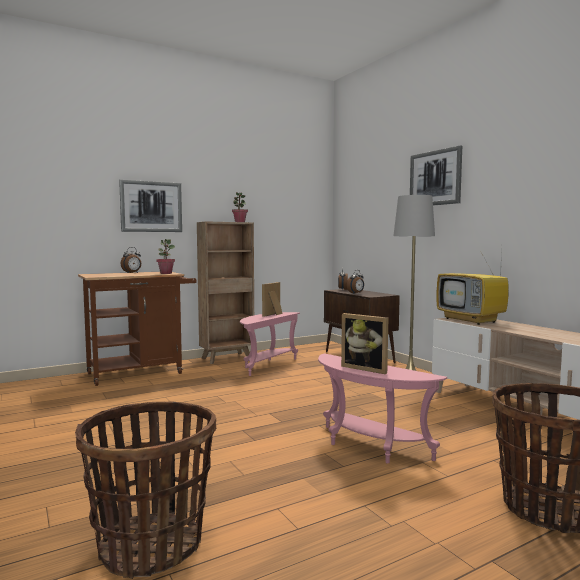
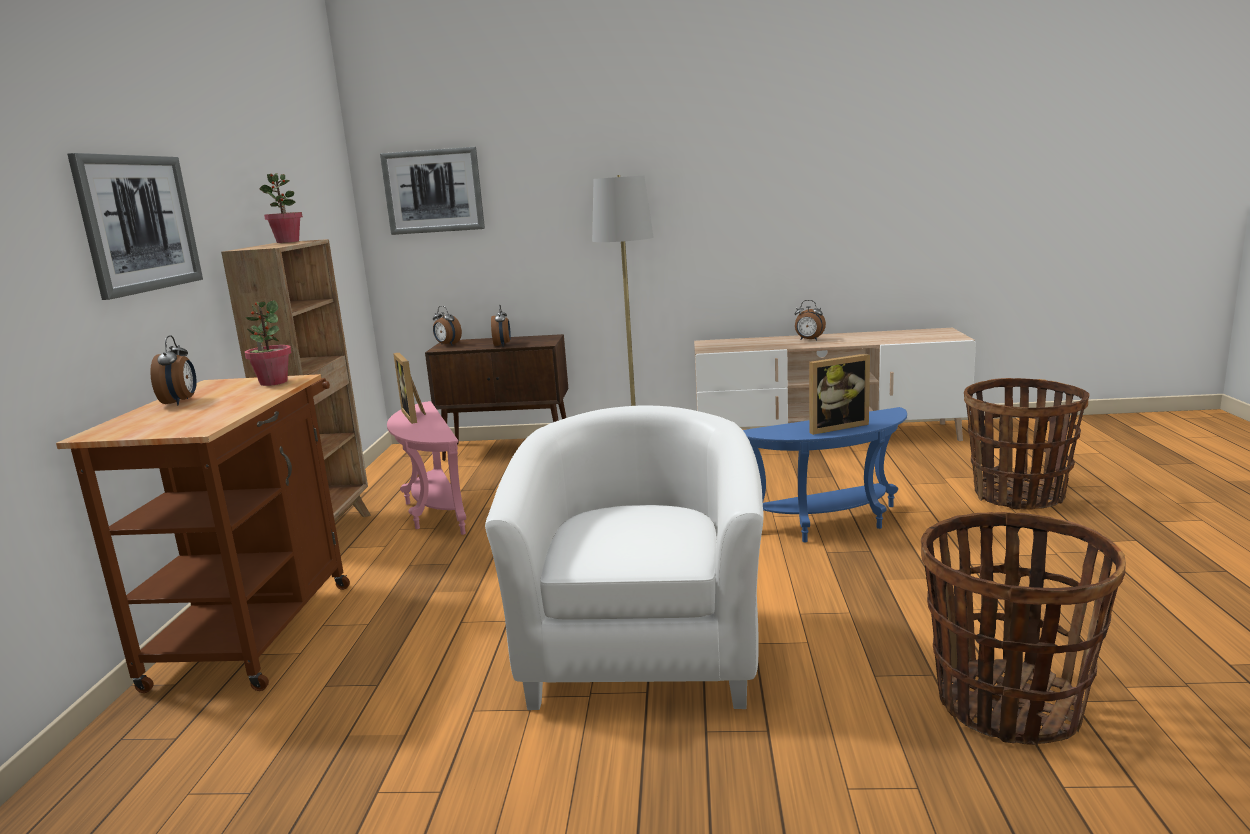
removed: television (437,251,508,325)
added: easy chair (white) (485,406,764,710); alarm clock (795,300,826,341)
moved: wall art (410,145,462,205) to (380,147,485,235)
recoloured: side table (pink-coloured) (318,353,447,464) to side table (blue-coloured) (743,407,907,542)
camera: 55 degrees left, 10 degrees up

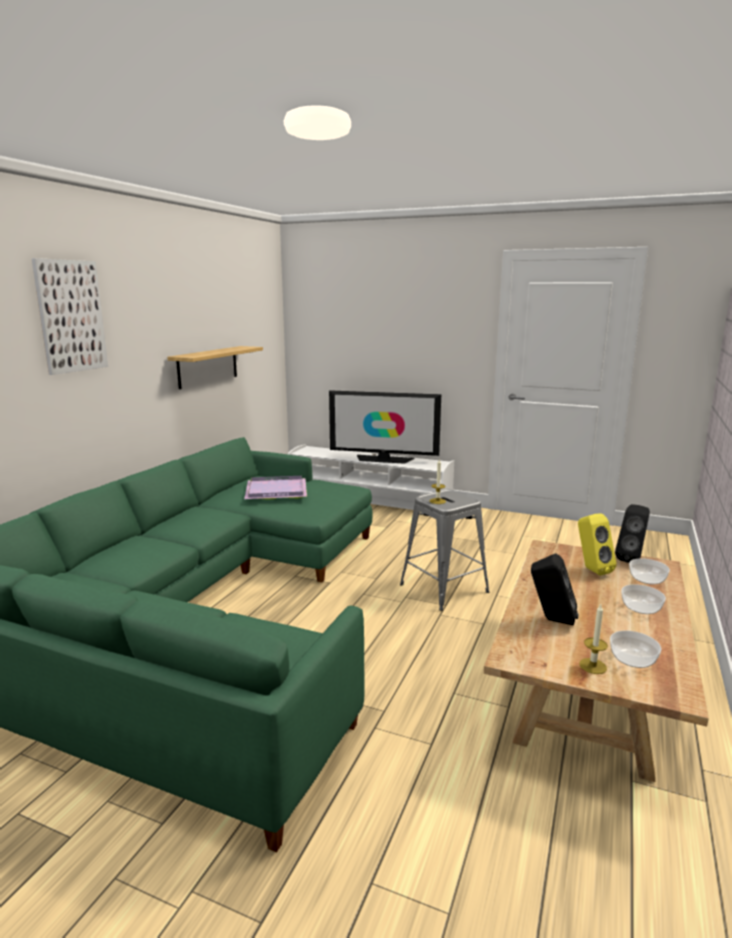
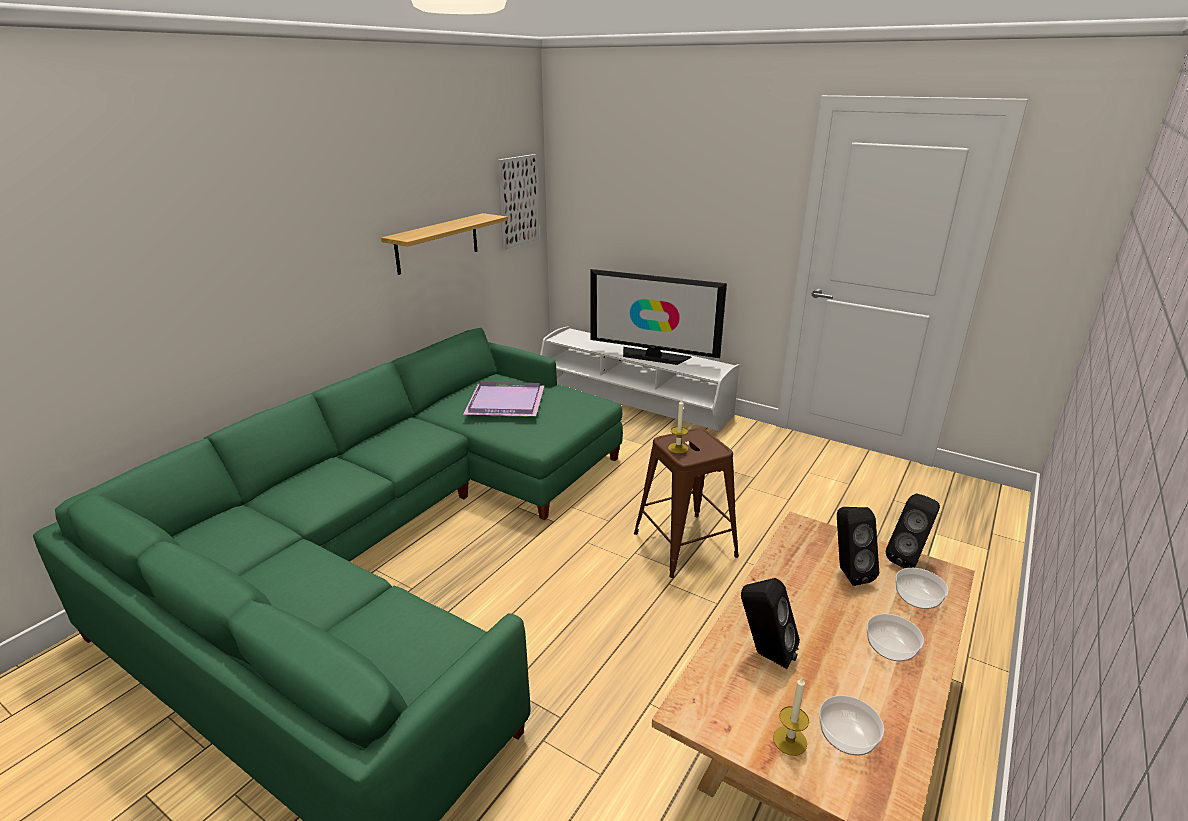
moved: wall art (31,258,108,375) to (498,154,539,250)
recoloured: stool (greyish) (400,489,489,611) to stool (brown-coloured) (634,428,739,578); loudspeaker (yellow) (578,513,617,576) to loudspeaker (blackish) (837,507,879,586)
camera: 10 degrees right, 10 degrees up

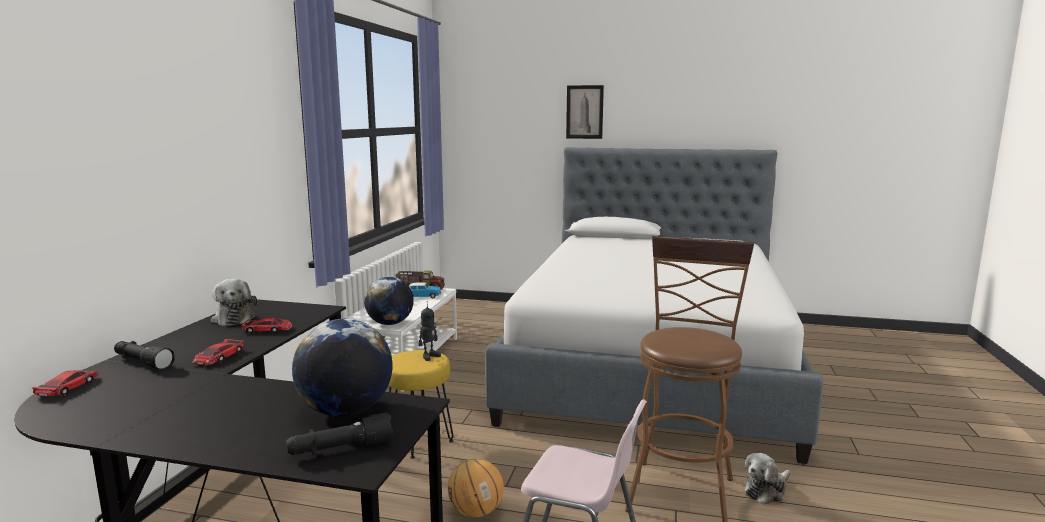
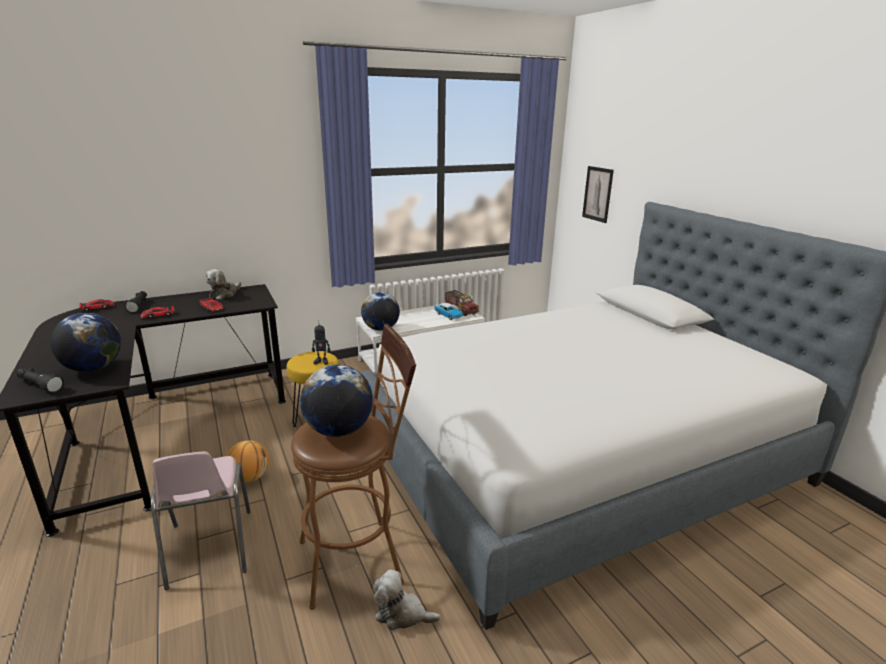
added: globe (300,365,373,437)
moved: wall art (566,85,604,139) to (582,166,614,223)
camera: 50 degrees right, 10 degrees up

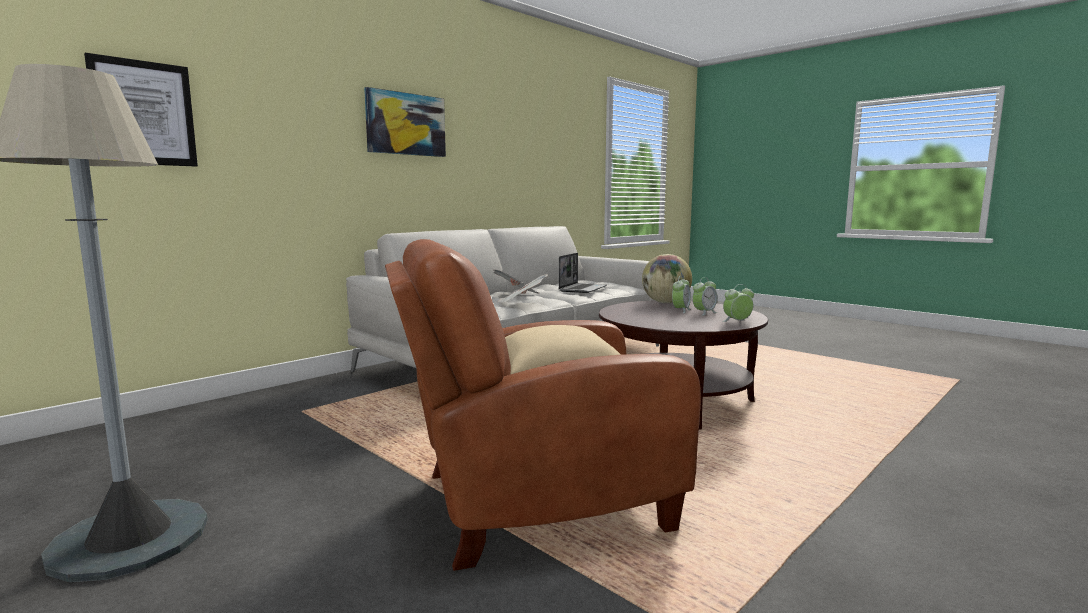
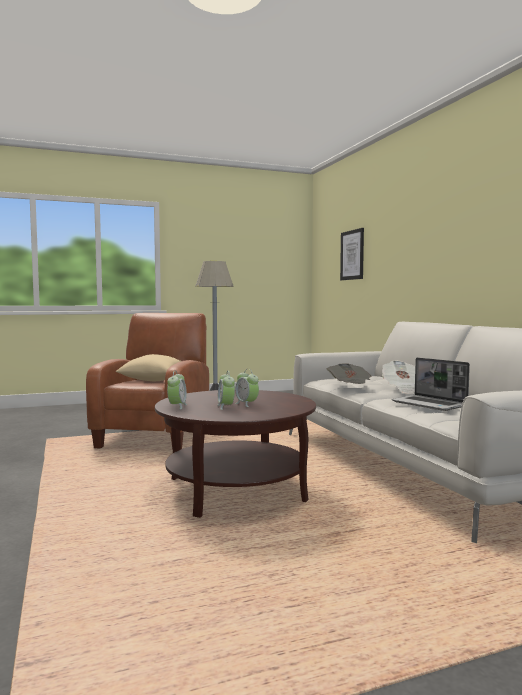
removed: wall art (364,87,446,157); globe (642,254,692,303)
camera: 115 degrees right, 5 degrees down

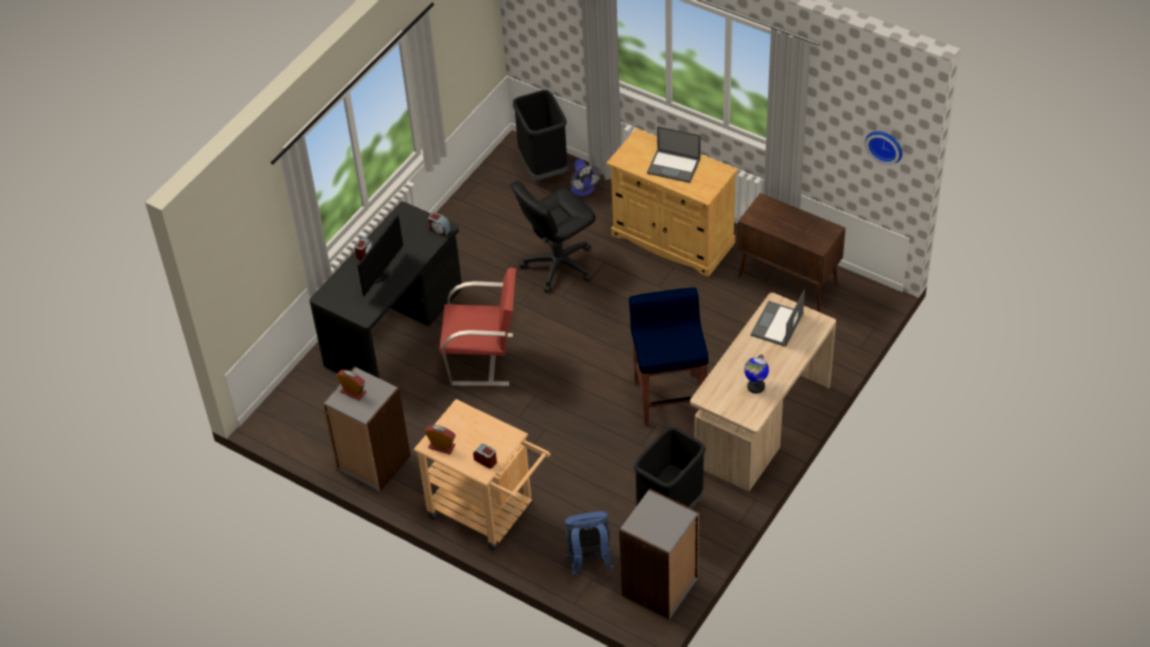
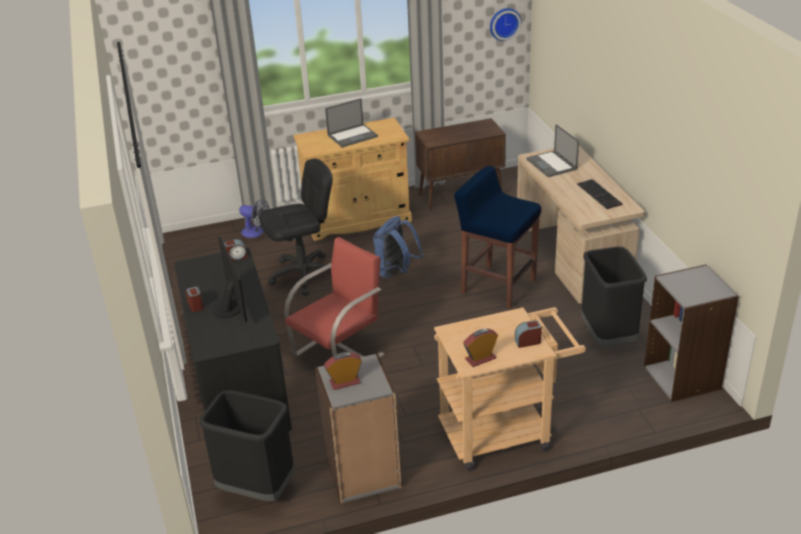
moved: rubbish bin (blackish) (513,90,568,180) to (199,390,294,501); rucksack (blue-coloured) (565,511,614,576) to (373,216,424,278)
replaced: globe (744,354,769,394) to computer keyboard (577,179,623,209)
turned: office chair (blackish) (511,180,596,293) = (260,159,333,296) 120 degrees counterclockwise
camera: 50 degrees left, 15 degrees down

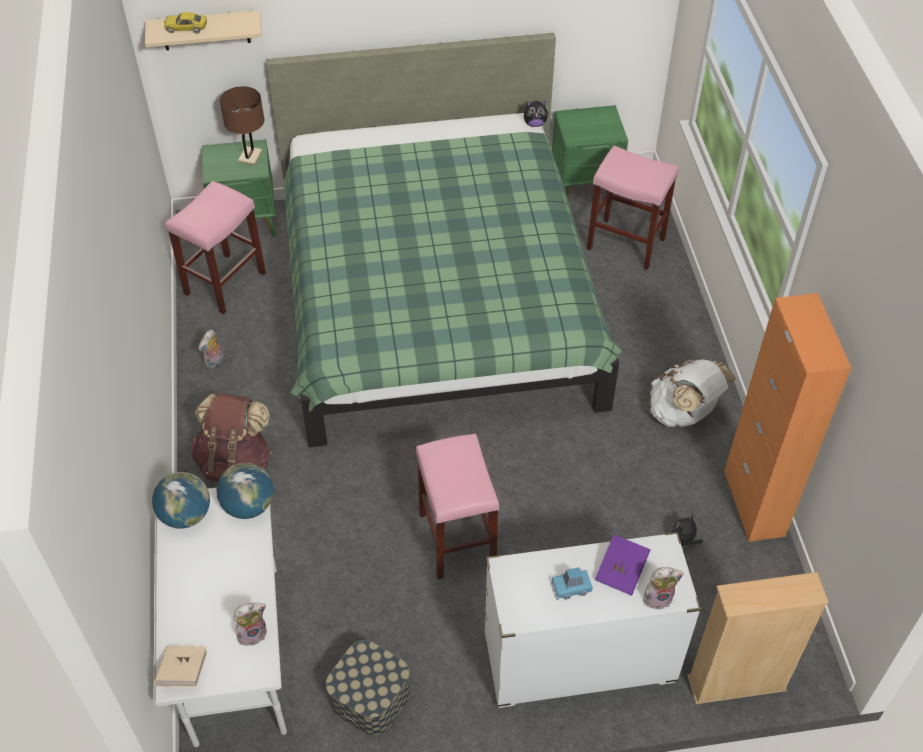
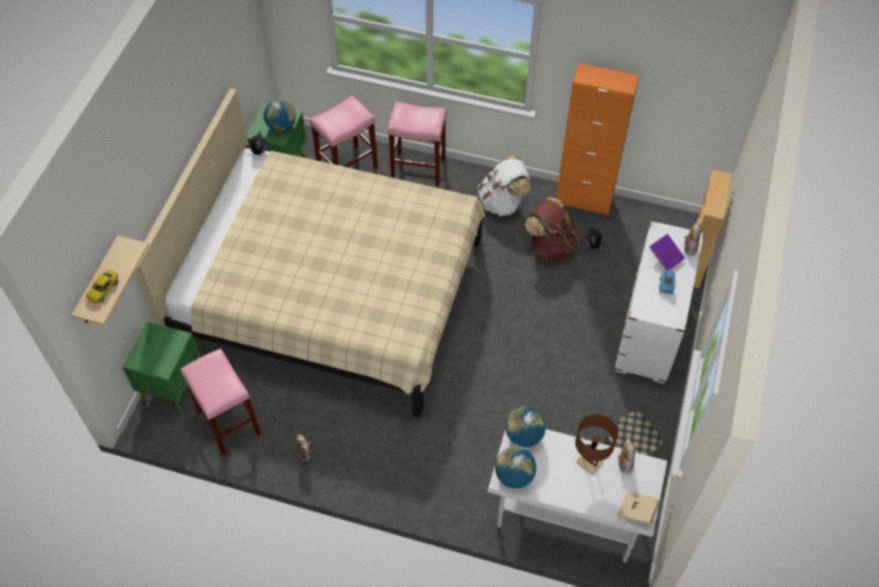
added: globe (264,99,296,132)
moved: rucksack (brown-coloured) (191,393,272,483) to (525,197,580,261); table lamp (brown-coloured) (220,86,264,165) to (575,414,618,475); stool (pink-coloured) (415,433,500,580) to (387,101,447,185)
recoloured: bed (greenish) (266,33,622,447) to bed (beige) (134,88,485,418)
camera: 65 degrees left, 5 degrees up

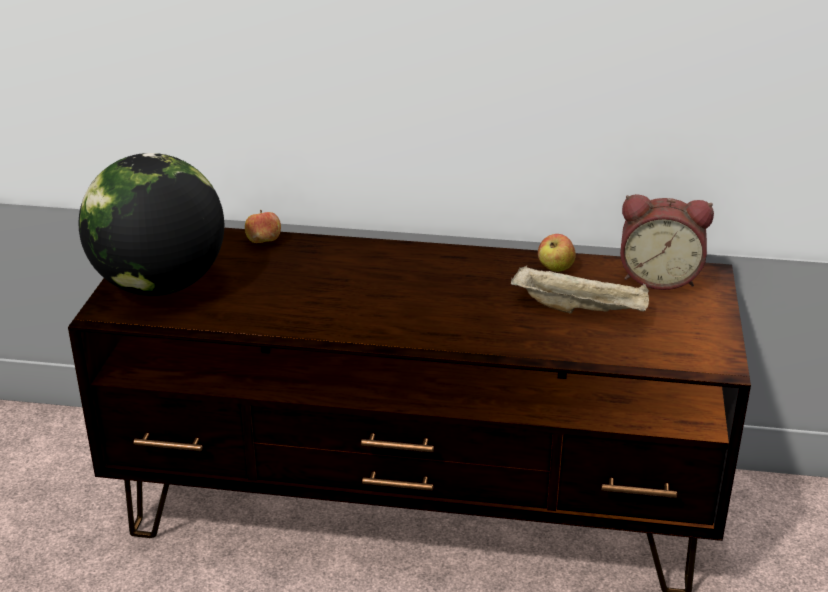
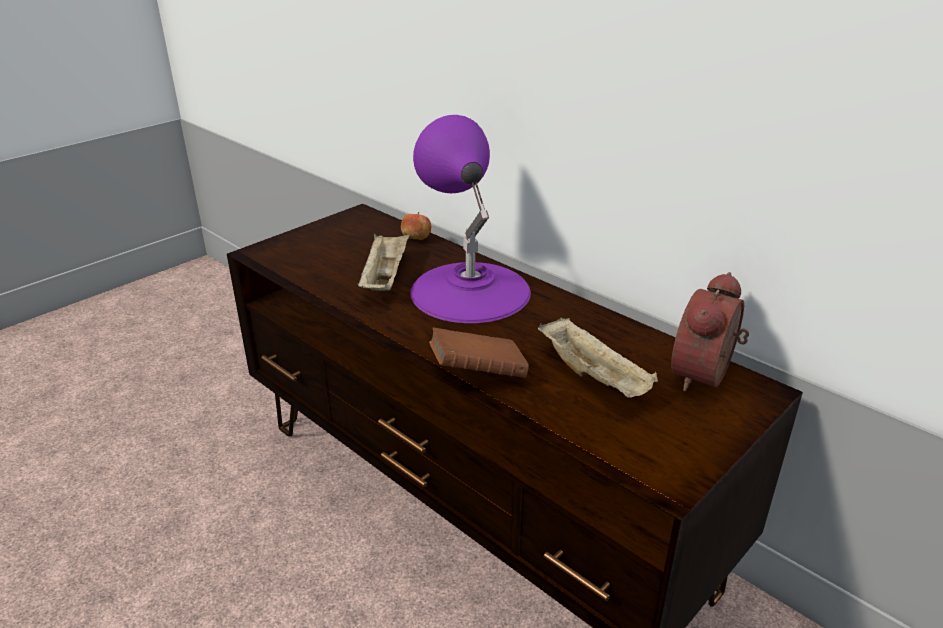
removed: globe (78,153,224,296); apple fruit (538,234,576,272)
added: serving tray (beige) (358,234,409,291); table lamp (purple) (410,115,531,323); volume (brown-coloured) (429,327,529,378)
turned: alarm clock (620,194,714,290) = (671,272,749,391) 75 degrees clockwise
camera: 35 degrees right, 0 degrees up

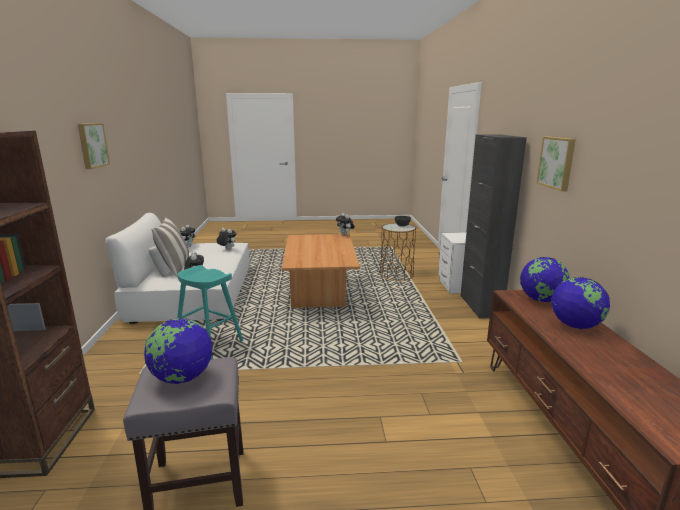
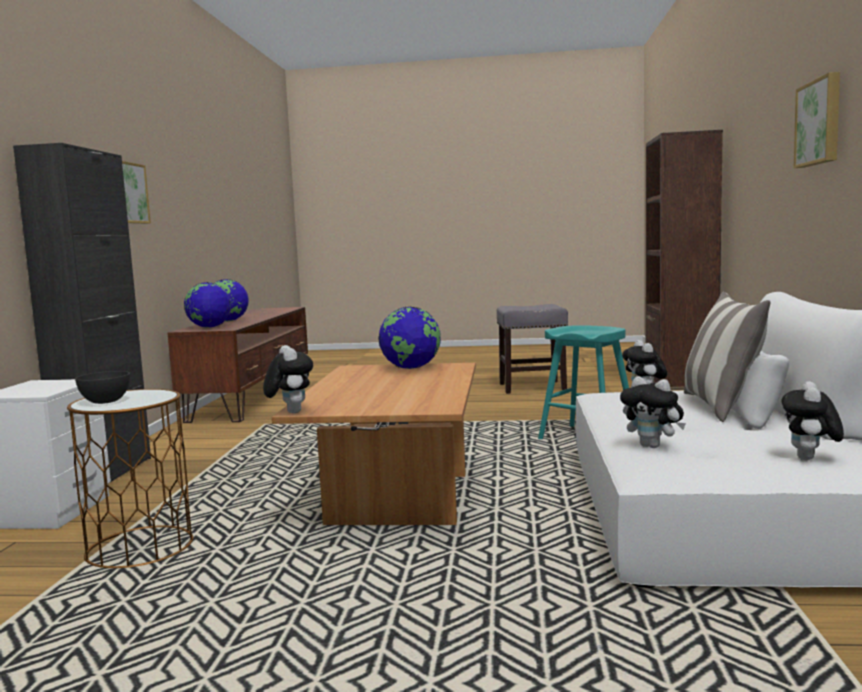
moved: globe (144,318,213,384) to (378,307,441,369)
camera: 170 degrees left, 10 degrees down

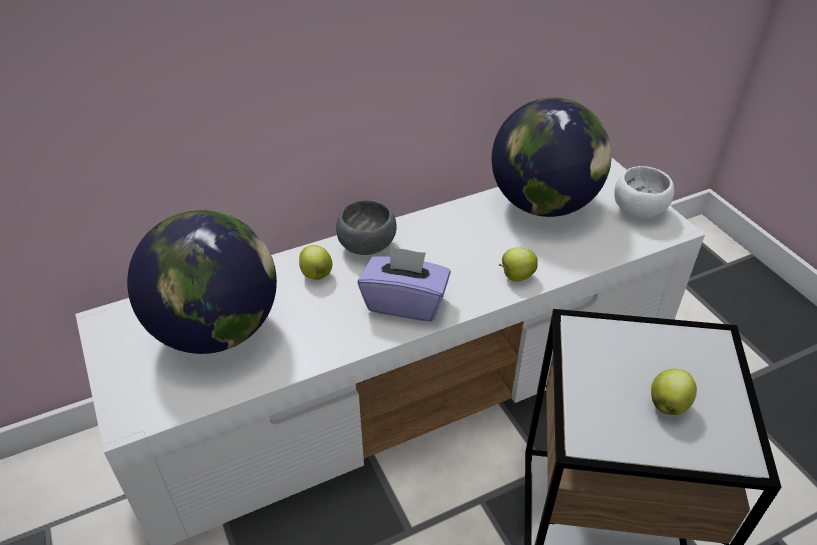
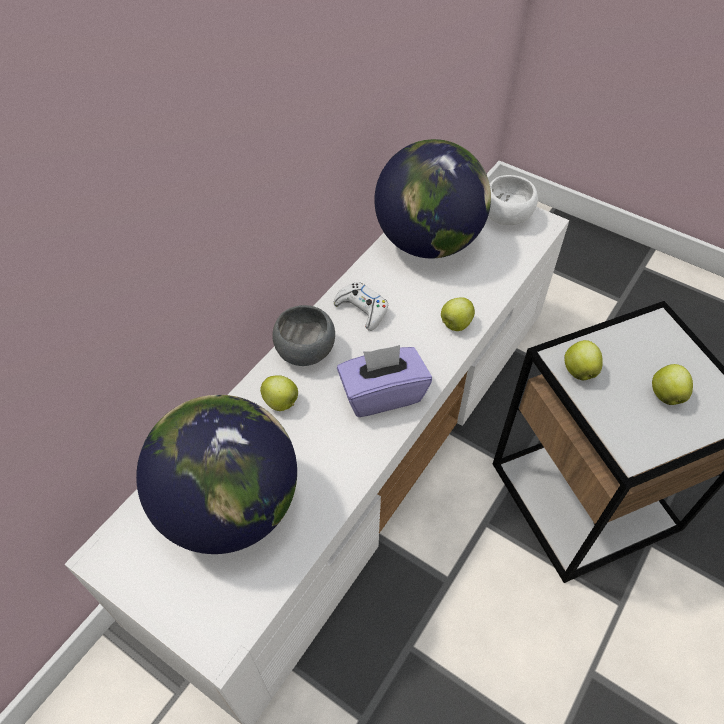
added: game controller (white) (333,282,388,331); apple fruit (564,340,603,380)
camera: 30 degrees left, 10 degrees up

